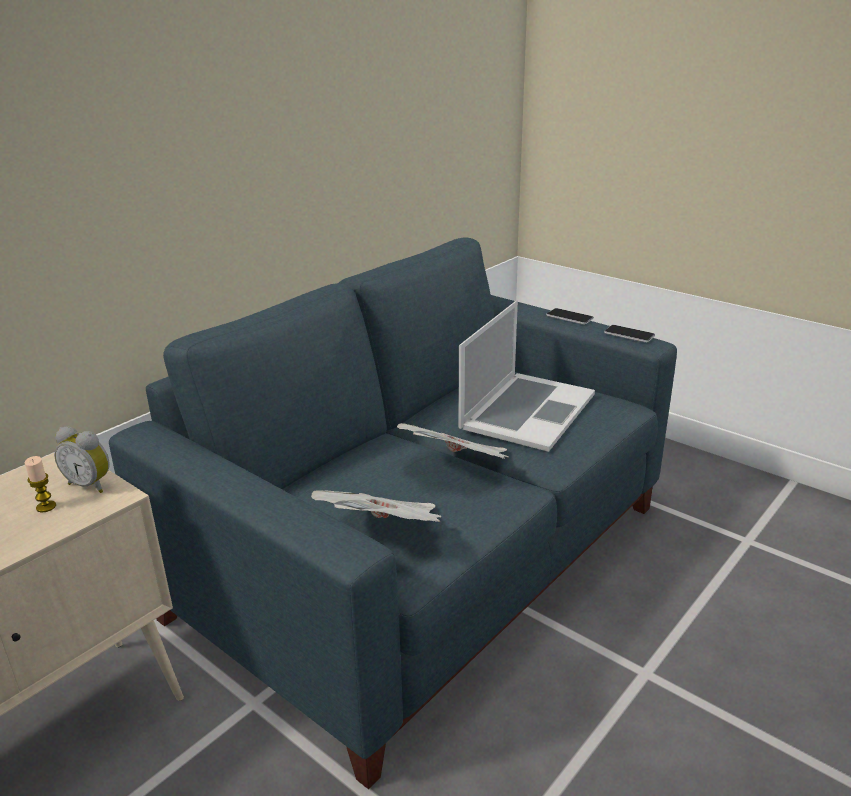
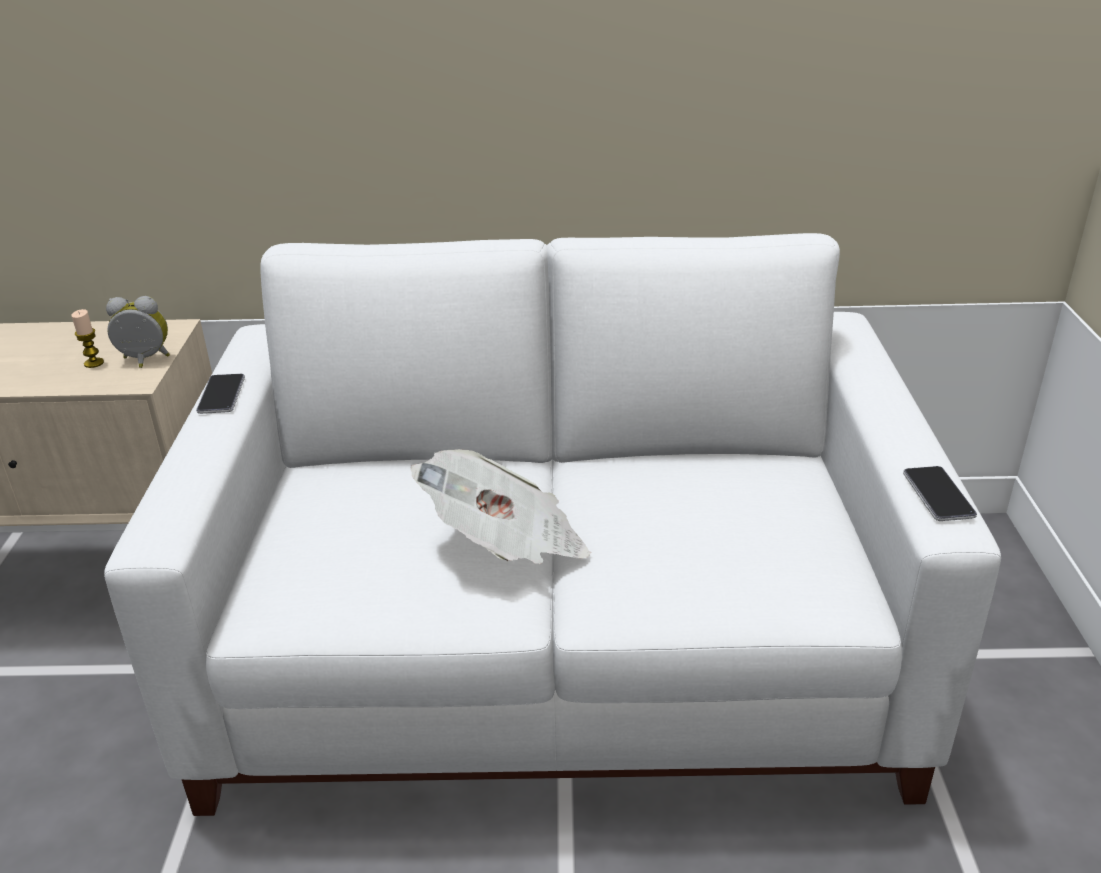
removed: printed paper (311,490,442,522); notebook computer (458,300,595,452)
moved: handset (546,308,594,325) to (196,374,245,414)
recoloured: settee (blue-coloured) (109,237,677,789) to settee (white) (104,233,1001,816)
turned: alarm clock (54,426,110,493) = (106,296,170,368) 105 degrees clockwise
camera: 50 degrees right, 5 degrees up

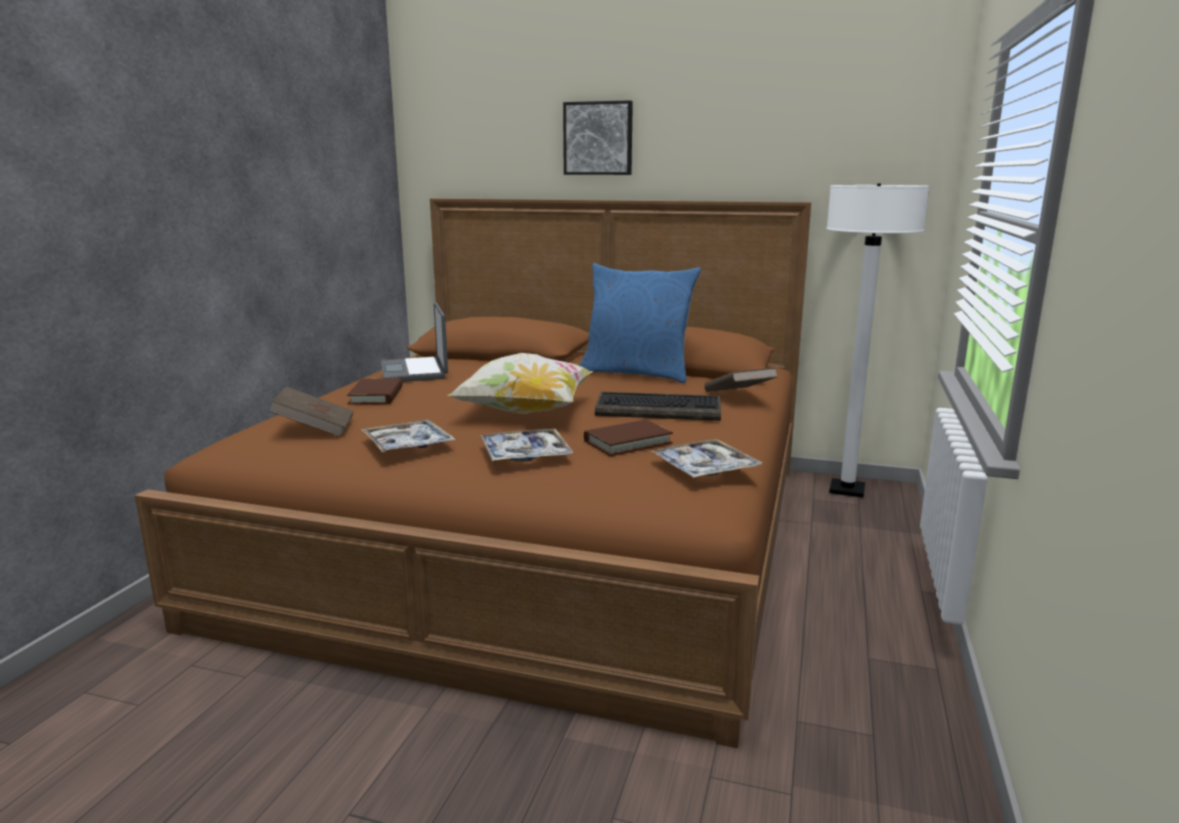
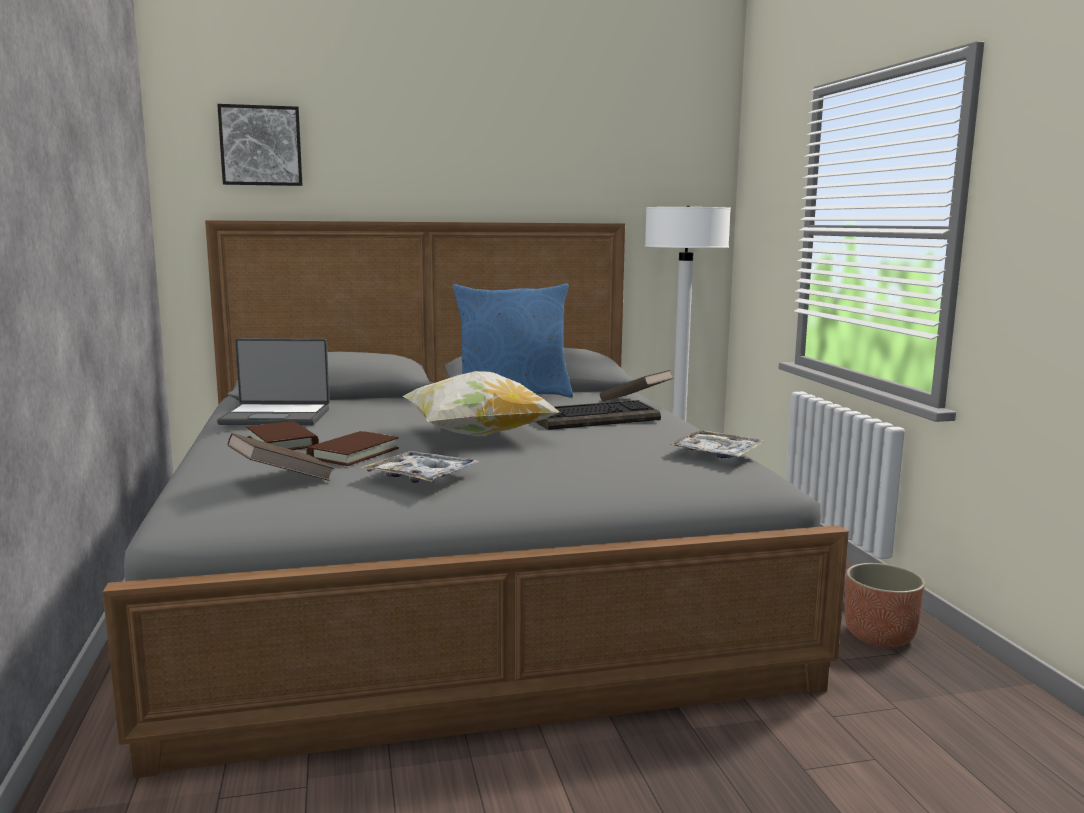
removed: serving tray (481,429,573,461)
added: flower pot (845,563,925,647)
moved: wall art (563,100,633,175) to (217,104,303,186); volume (brown-coloured) (584,420,673,456) to (307,431,399,466)
recoloured: bed (brown-coloured) (134,198,811,748) to bed (greyish) (103,220,849,778)
turned: notebook computer (381,302,448,382) = (217,338,330,425) 45 degrees counterclockwise
camera: 30 degrees left, 5 degrees down

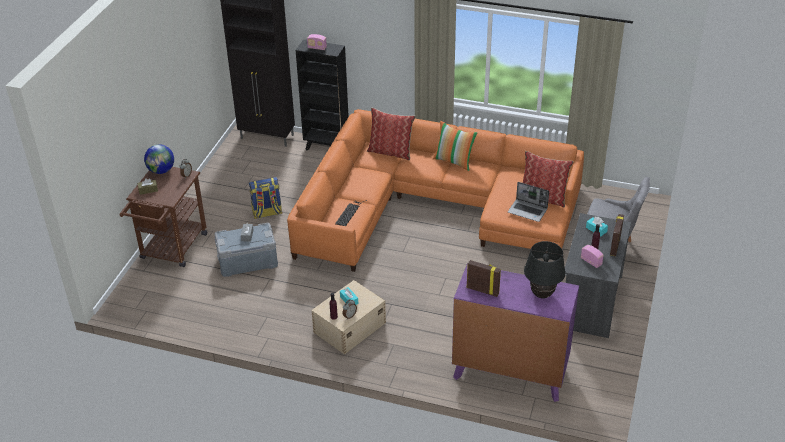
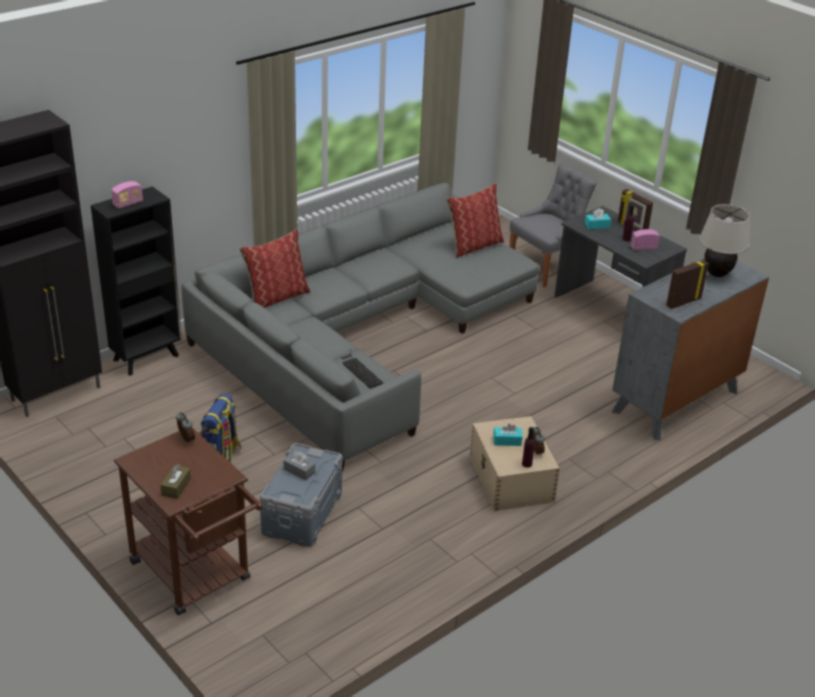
removed: globe (144,144,174,174); cushion (433,121,477,171); notebook computer (508,182,549,222)
recoloured: settee (orange) (287,109,584,272) to settee (greyish) (182,183,539,472); dresser (purple) (452,264,579,402) to dresser (greyish) (612,258,769,440); table lamp (blackish) (524,241,566,298) to table lamp (beige) (699,204,750,277)
camera: 60 degrees left, 5 degrees down

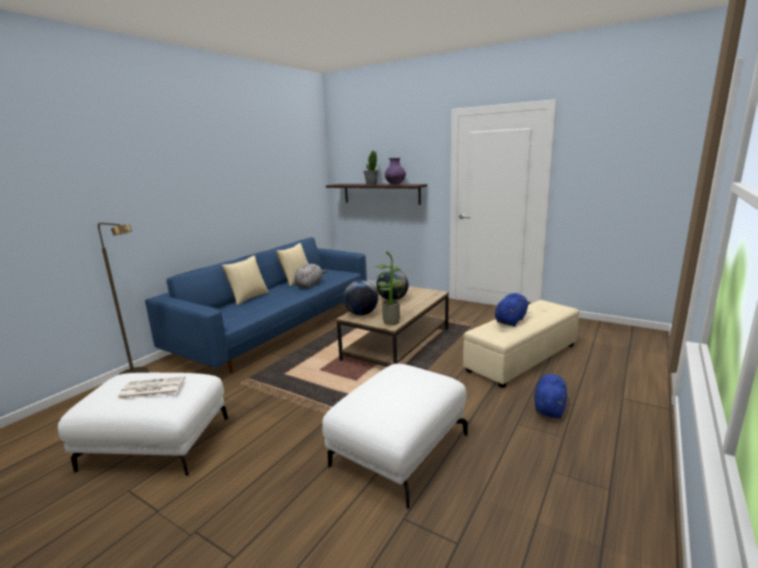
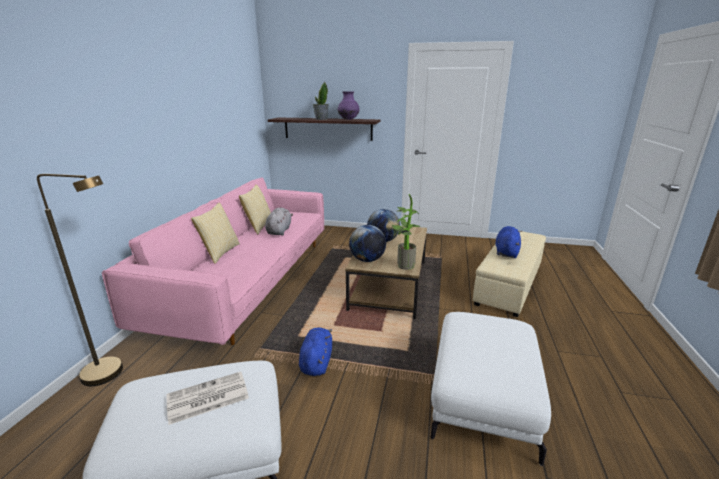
moved: plush toy (blue-coloured) (534,374,568,418) to (299,327,332,376)
recoloured: settee (blue-coloured) (145,237,367,373) to settee (pink-coloured) (102,177,324,345)
camera: 20 degrees left, 5 degrees up

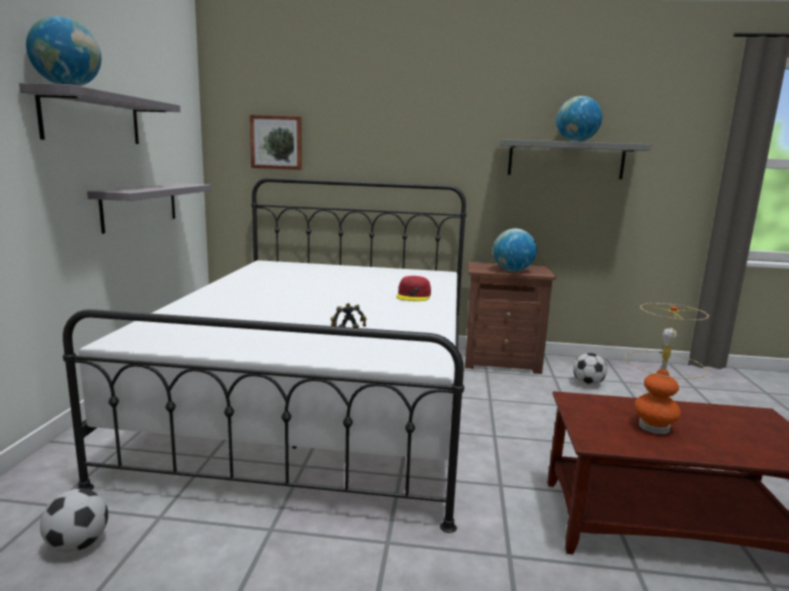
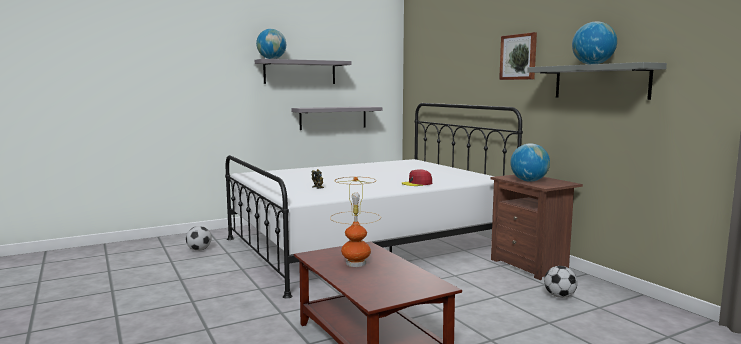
moved: wall art (250,115,302,170) to (499,32,537,80)
camera: 55 degrees right, 5 degrees down

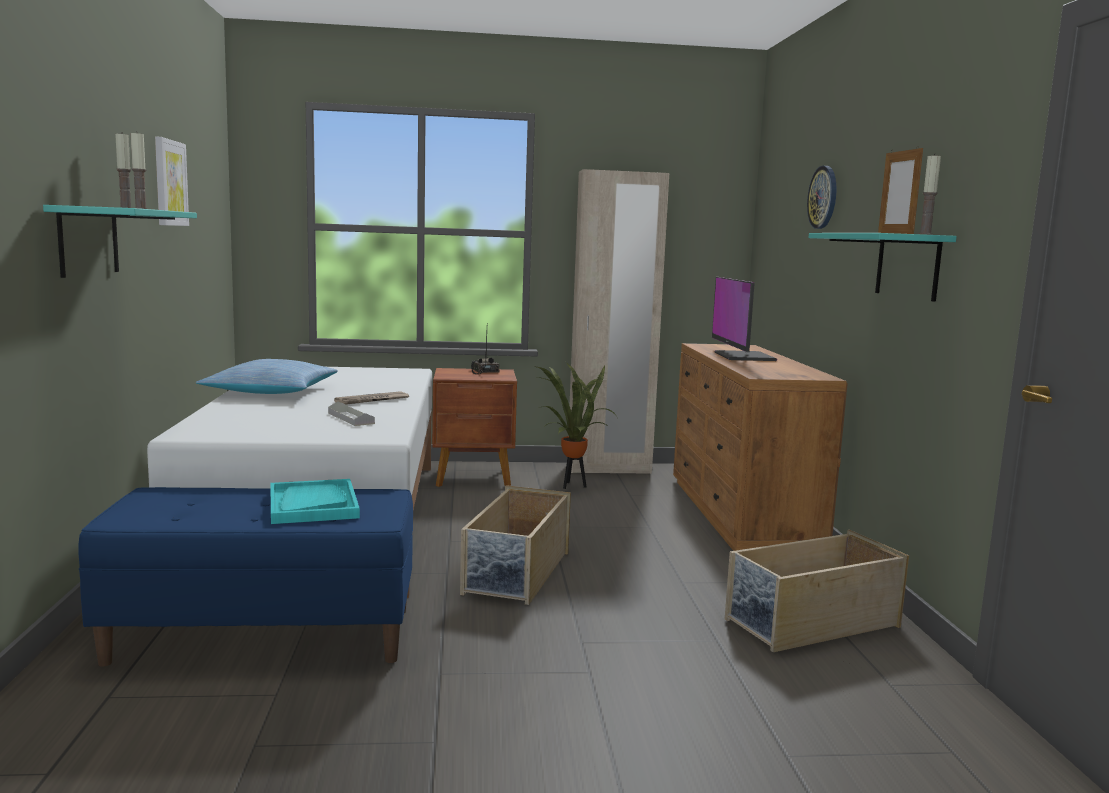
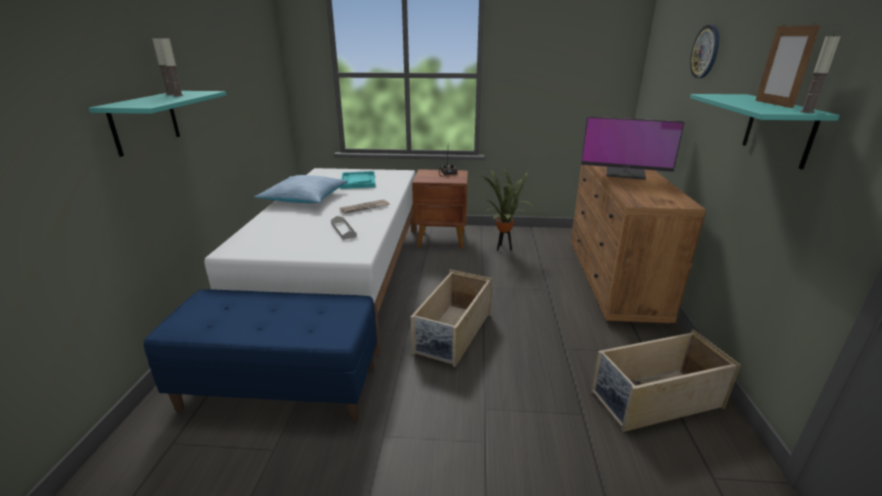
removed: wall art (155,136,189,226); clothes cupboard (beige) (567,169,669,474)
moved: serving tray (turquoise) (270,479,360,524) to (340,171,375,189)
turned: computer display (712,277,777,361) = (581,117,684,180) 75 degrees counterclockwise
camera: 10 degrees right, 15 degrees up

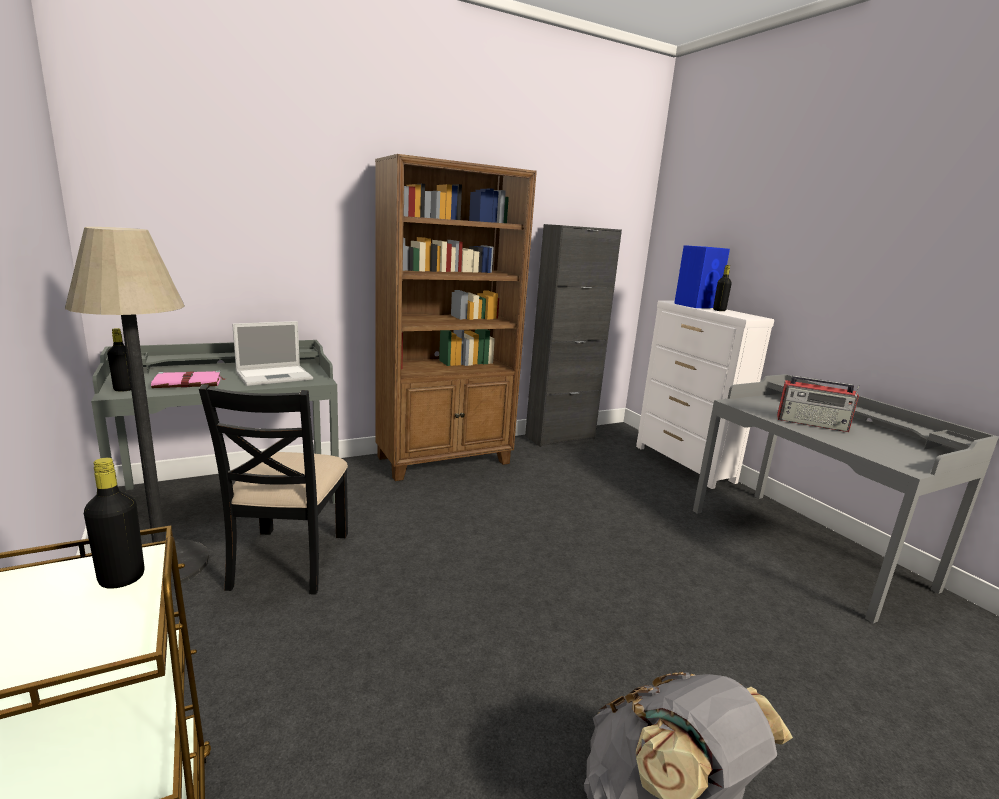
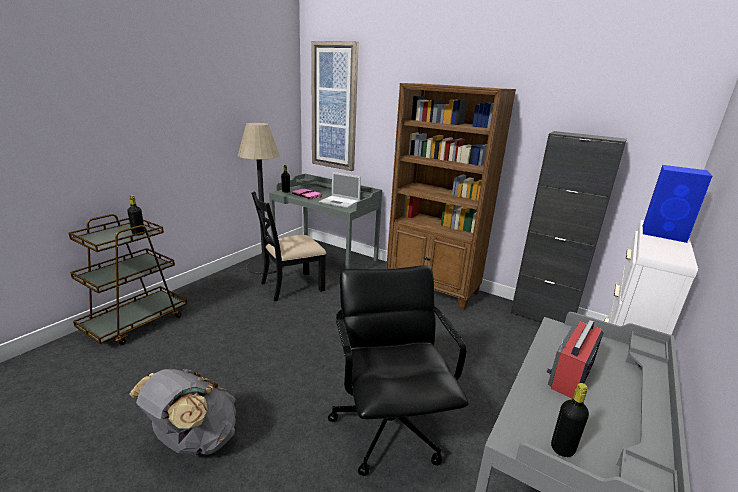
added: wall art (311,41,359,171); office chair (blackish) (328,265,469,476)
moved: drink bottle (blackish) (713,265,732,311) to (551,383,589,457)
turned: radio (777,376,859,432) = (547,320,604,399) 45 degrees clockwise
camera: 60 degrees right, 5 degrees up

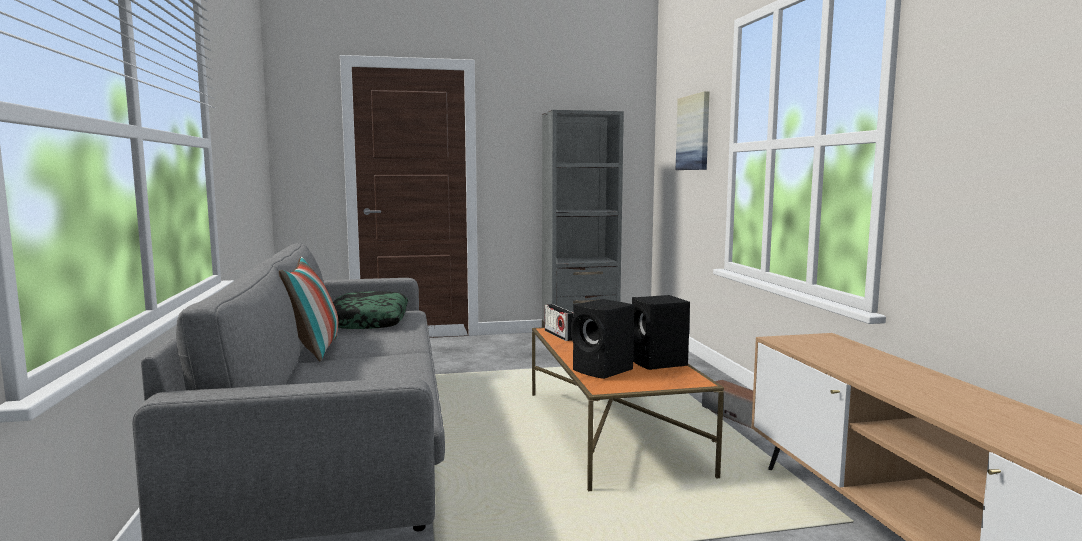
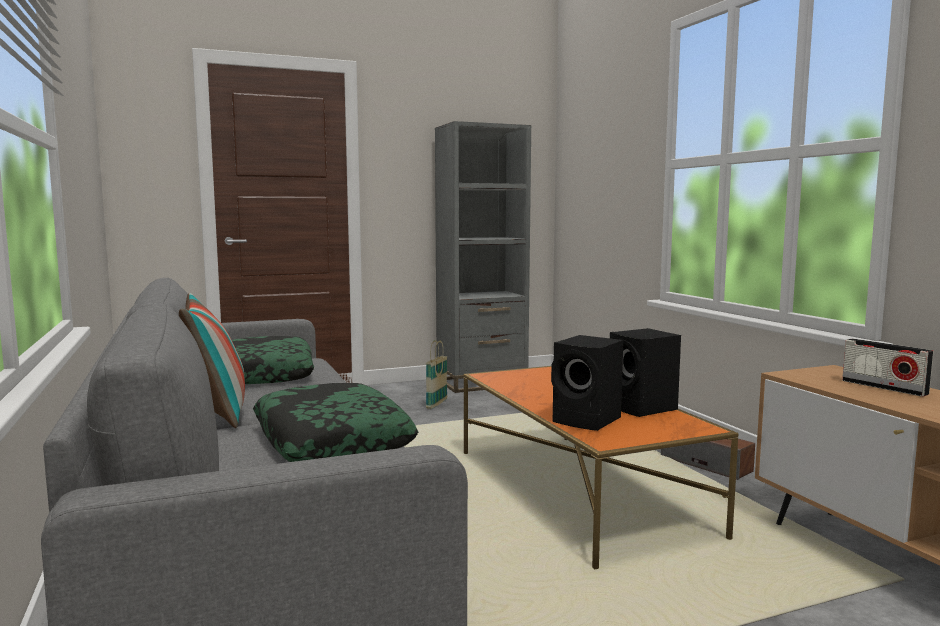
removed: wall art (676,91,710,170)
added: cushion (253,383,418,462); basket (426,340,447,409)
moved: radio (545,304,573,341) to (842,338,934,397)
camera: 10 degrees left, 0 degrees up

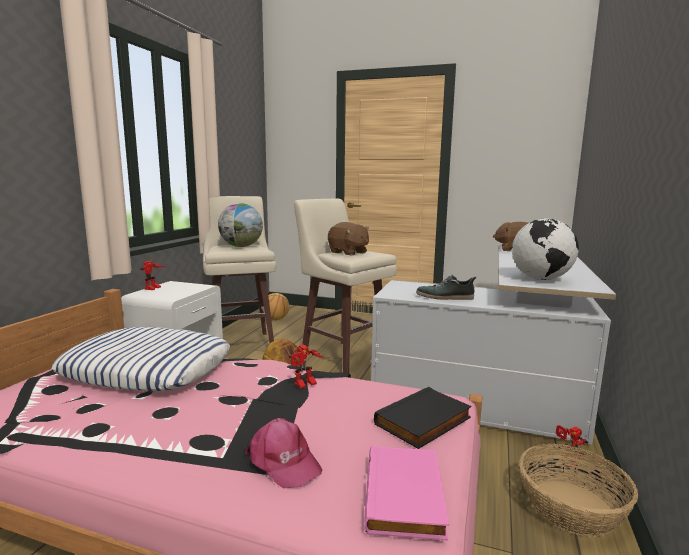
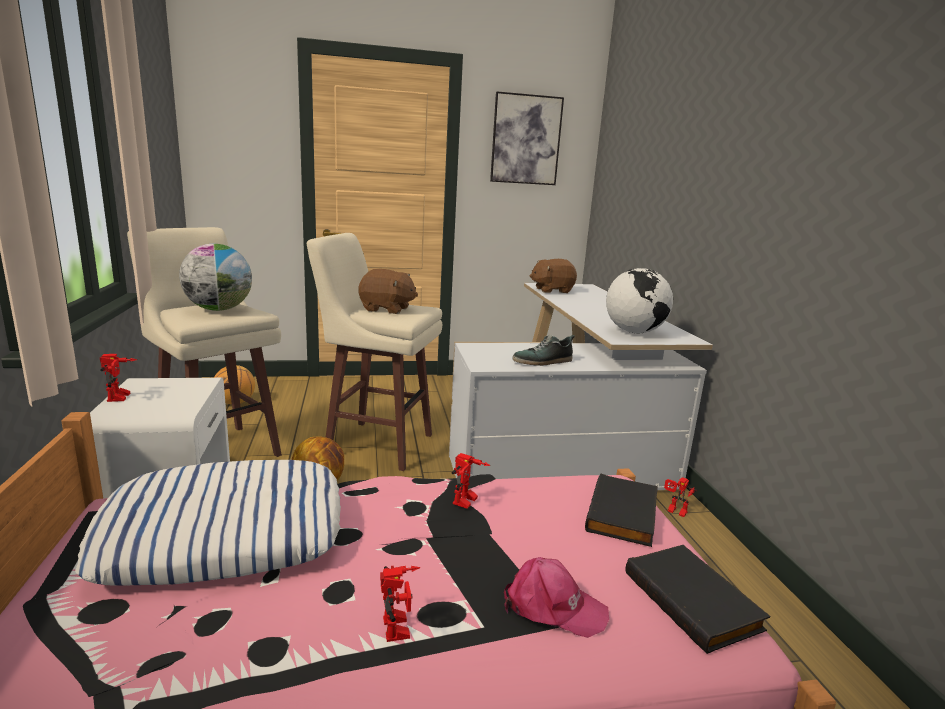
removed: basket (519,444,638,537)
added: model robot (380,565,420,642); wall art (490,91,564,185)
recoloured: volume (pink-coloured) (364,445,449,541) to volume (blackish) (625,545,770,654)
camera: 30 degrees left, 5 degrees up

